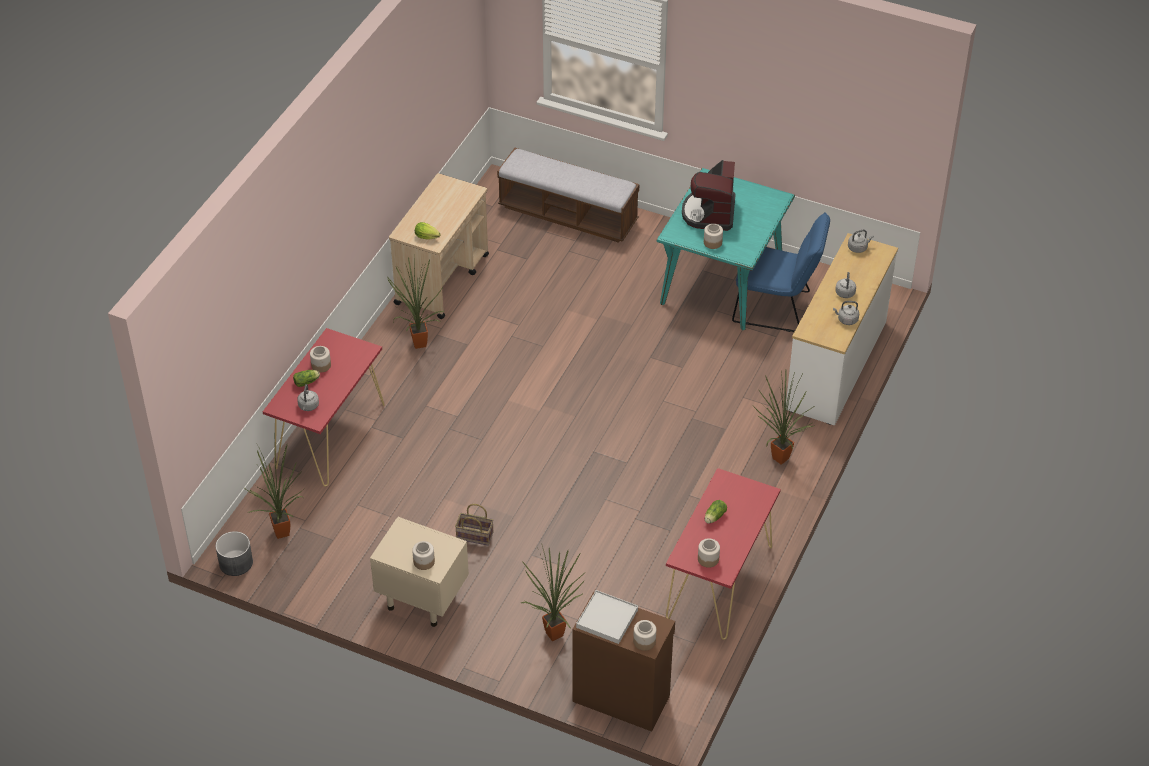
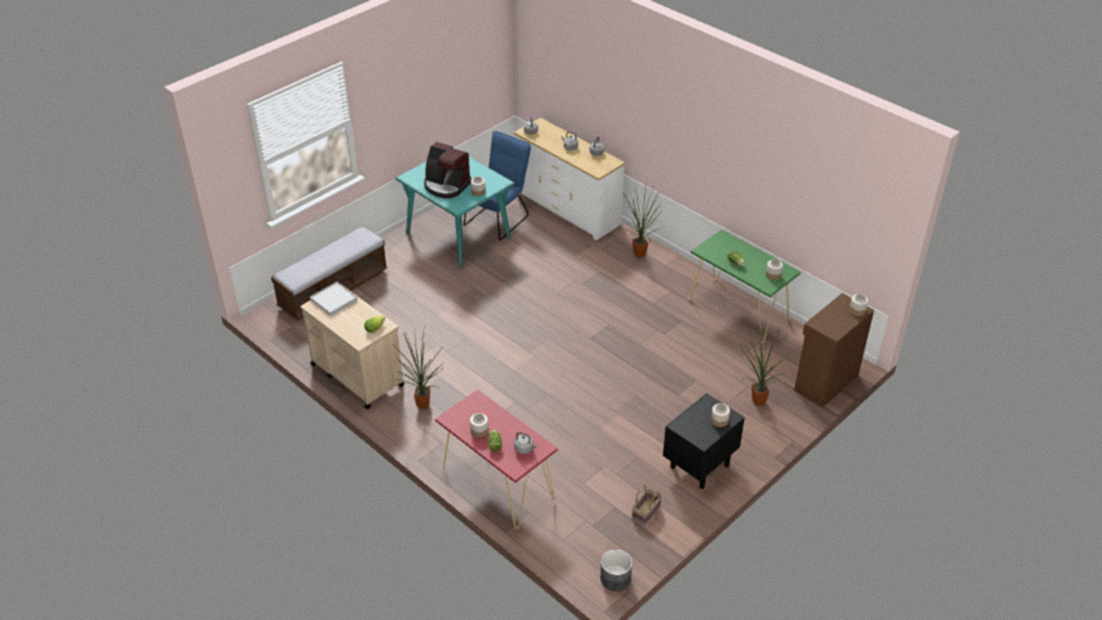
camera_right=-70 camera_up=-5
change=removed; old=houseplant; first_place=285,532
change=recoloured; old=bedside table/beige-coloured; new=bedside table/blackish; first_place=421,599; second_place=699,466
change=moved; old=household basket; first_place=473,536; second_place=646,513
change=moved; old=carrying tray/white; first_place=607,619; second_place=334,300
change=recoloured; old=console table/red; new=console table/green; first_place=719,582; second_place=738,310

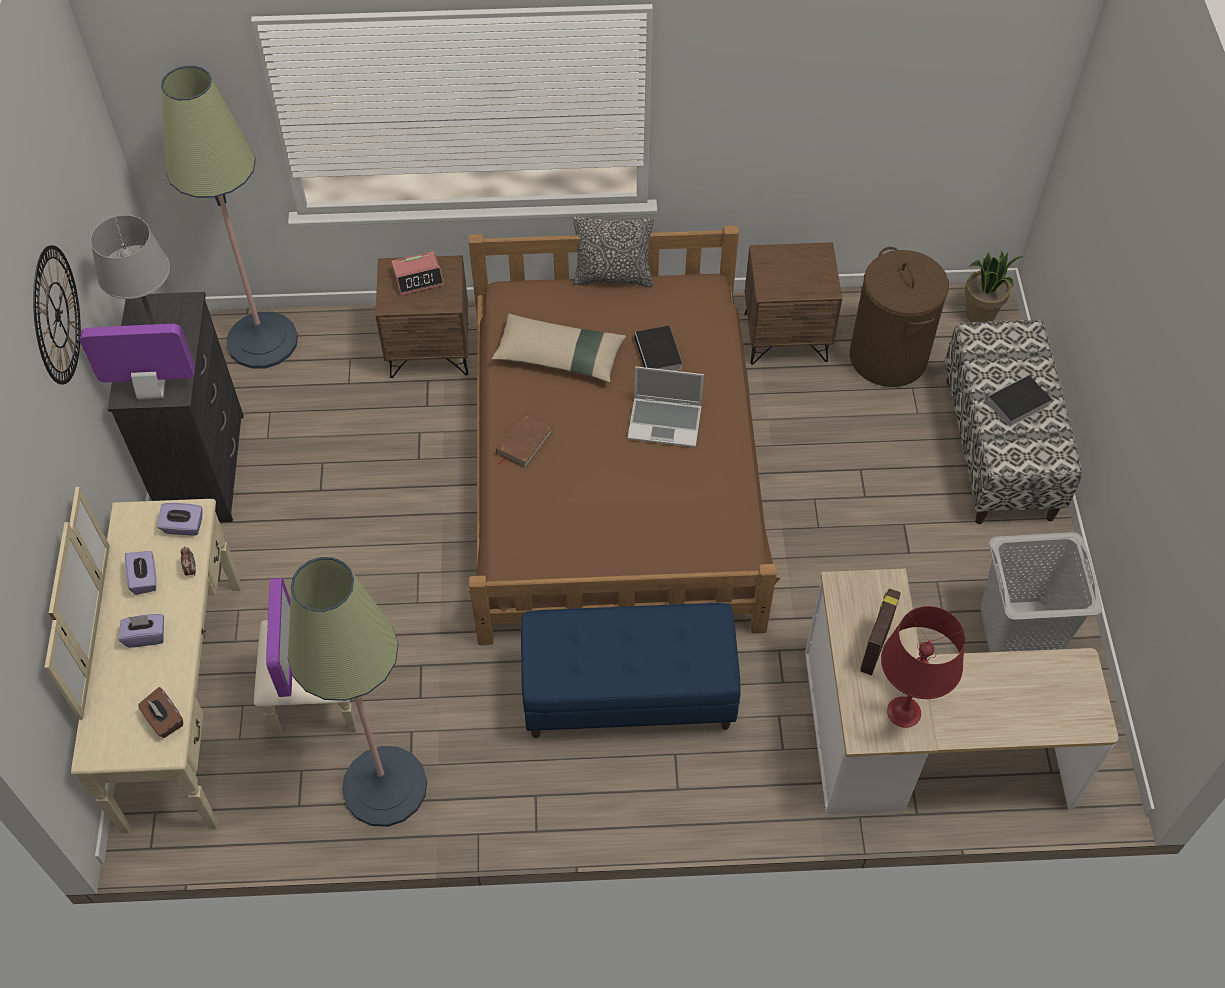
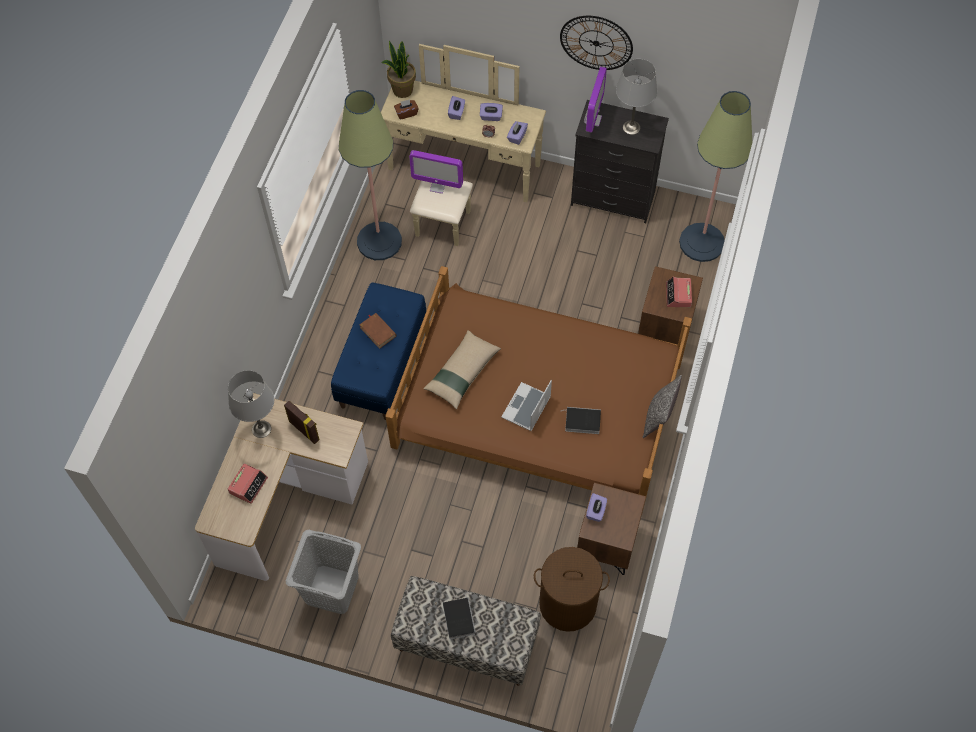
camera_right=110 camera_up=5
change=moved; old=throw pillow/beige-coloured; first_place=559,356; second_place=462,373
change=moved; old=bound book/brown-coloured; first_place=524,443; second_place=378,331
change=recoloured; old=tabletop lamp/red; new=tabletop lamp/greyish; first_place=904,712; second_place=261,429
change=moved; old=houseplant; first_place=980,314; second_place=402,90
change=added; new=table clock; second_place=248,485
change=added; new=tissue box/purple-coloured; second_place=596,511

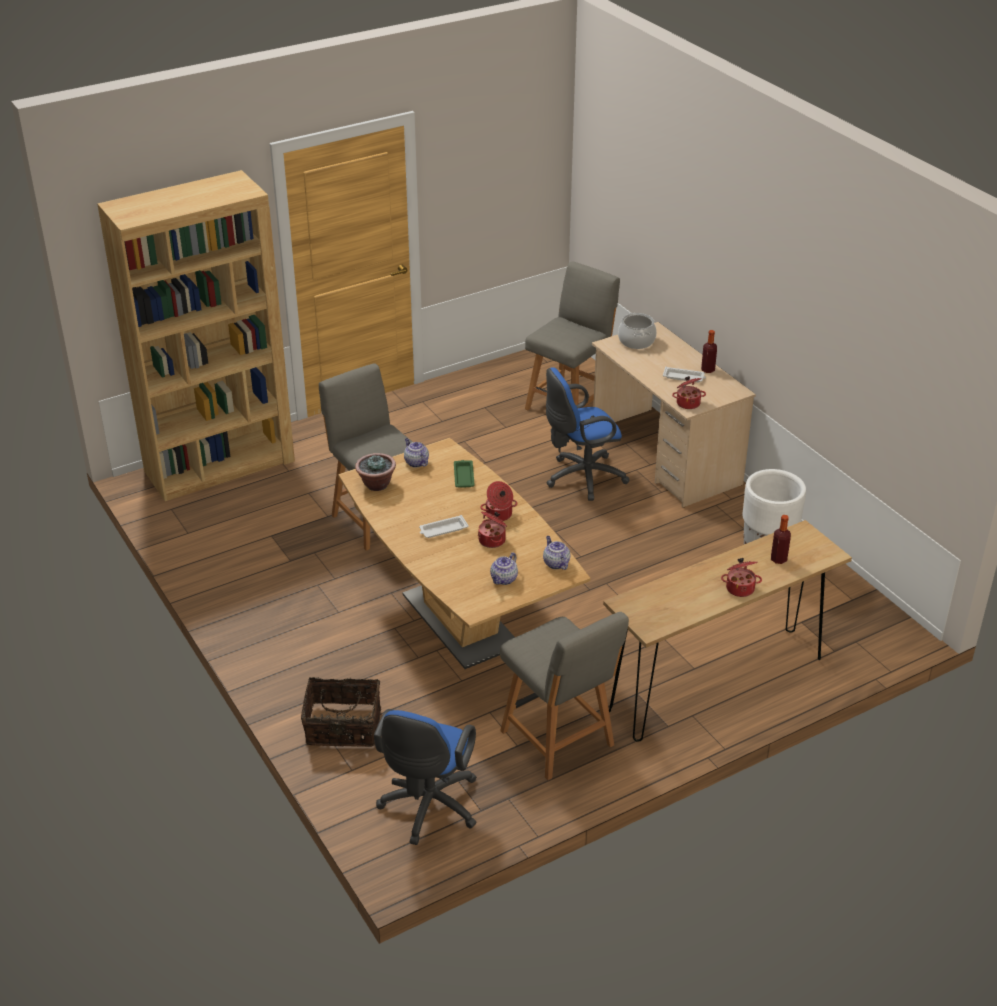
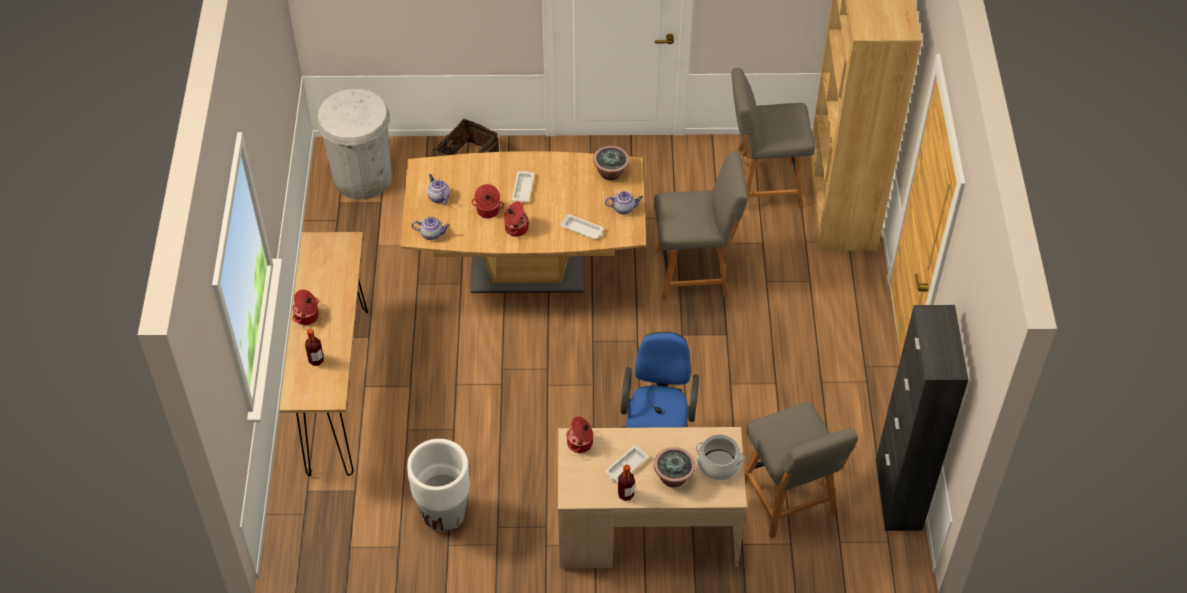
camera_right=120 camera_up=15
change=replaced; old=office chair/blue-coloured; new=waste bin/white; first_place=428,809; second_place=362,178
change=recoloured; old=carrying tray/green; new=carrying tray/white; first_place=464,476; second_place=583,229
change=moved; old=chair/greyish; first_place=559,741; second_place=763,185
change=added; new=houseplant; second_place=673,477
change=added; new=storage cabinet/blackish; second_place=898,495

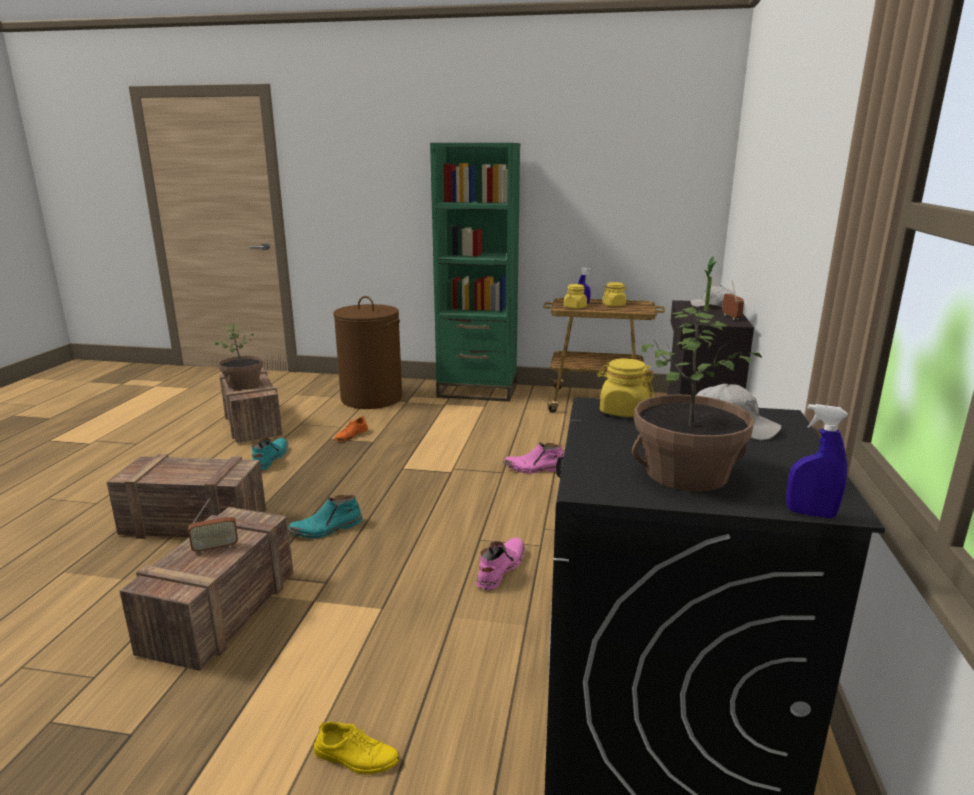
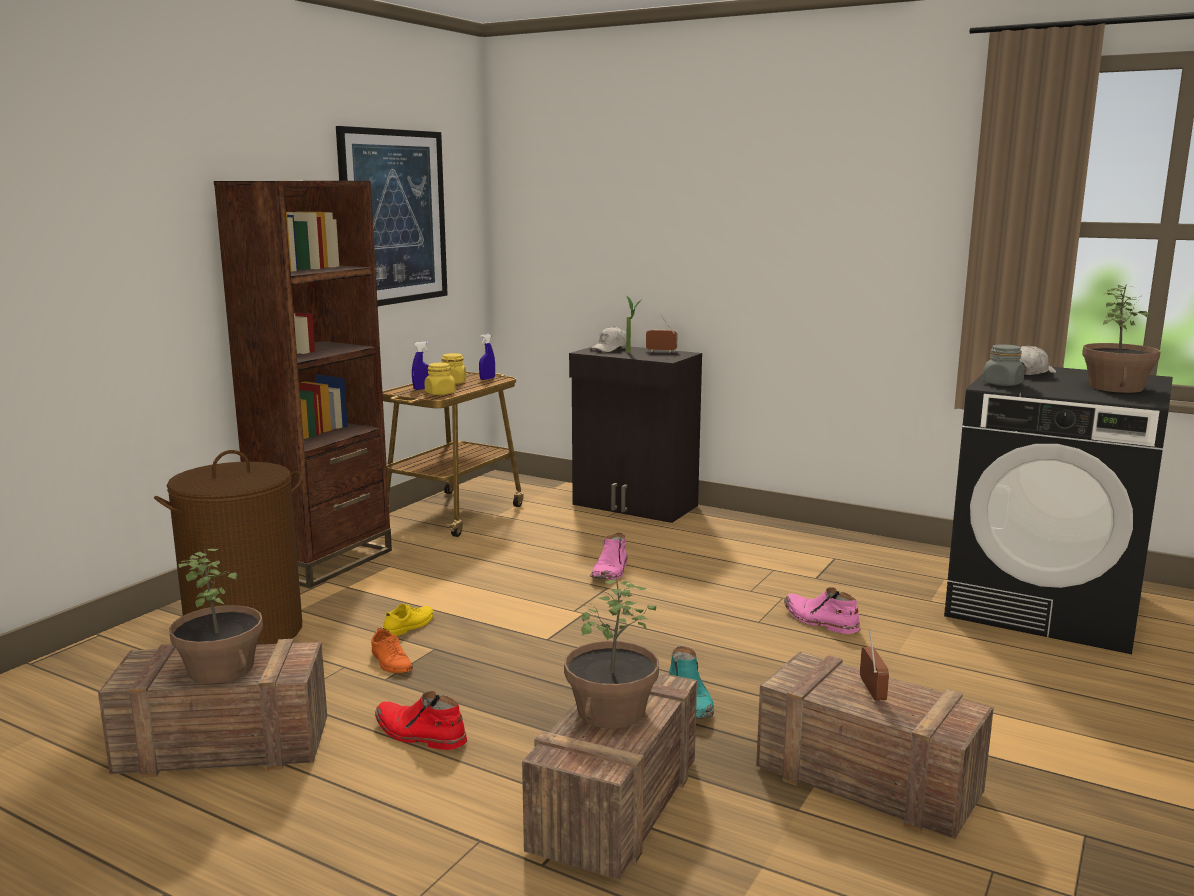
camera_right=-70 camera_up=-5
change=recoloured; old=tall boot/turquoise; new=tall boot/red; first_place=269,459; second_place=419,734
change=moved; old=shoe/yellow-coloured; first_place=356,757; second_place=409,625
change=recoloured; old=bookcase/green; new=bookcase/brown-coloured; first_place=477,391; second_place=323,561
change=recoloured; old=preserve jar/yellow-coloured; new=preserve jar/greyish; first_place=623,411; second_place=1002,384
change=moved; old=hand sprayer/blue-coloured; first_place=810,513; second_place=487,379
change=added; new=wall art; second_place=394,217
change=added; new=houseplant; second_place=610,710

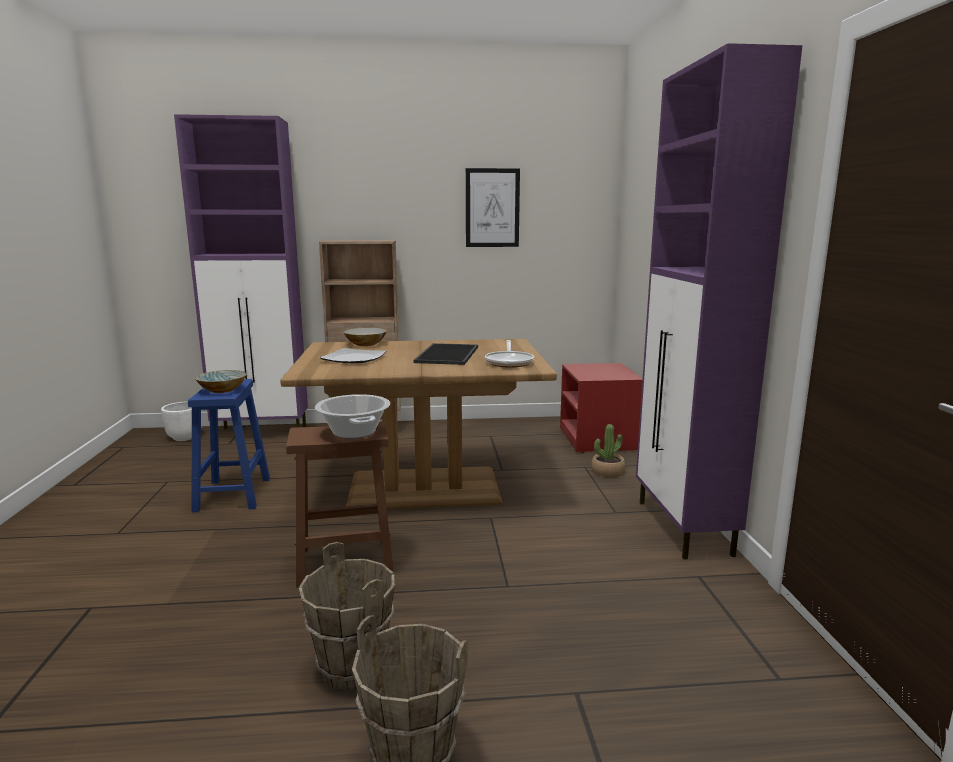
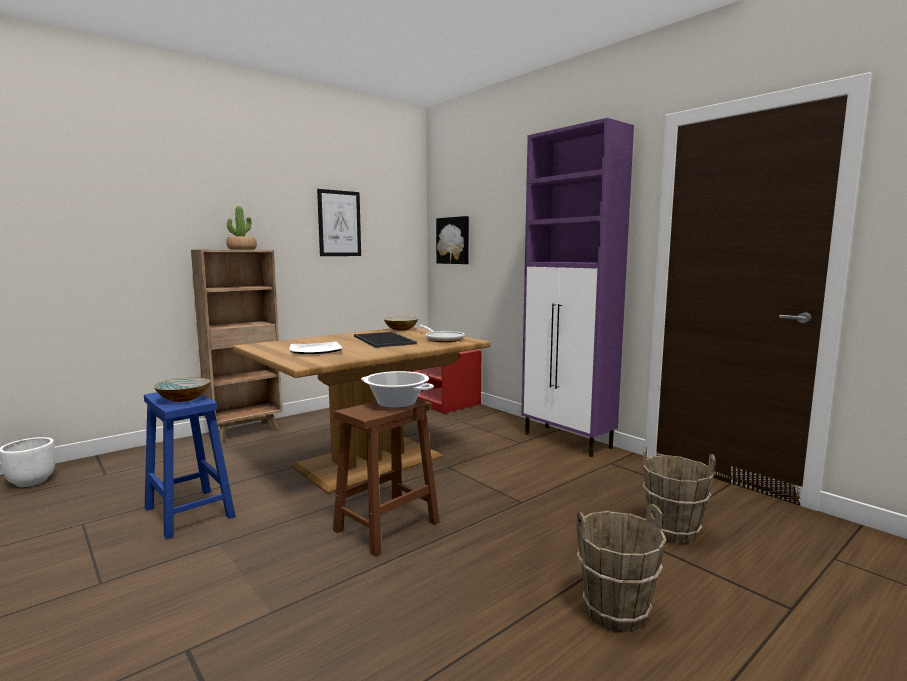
camera_right=-35 camera_up=-5
change=removed; old=storage cabinet/purple-coloured; first_place=263,432
change=moved; old=bucket/brown-coloured; first_place=351,668; second_place=673,532
change=moved; old=deep dish; first_place=365,344; second_place=400,329
change=moved; old=houseplant; first_place=607,471; second_place=242,249
change=added; new=wall art; second_place=453,240

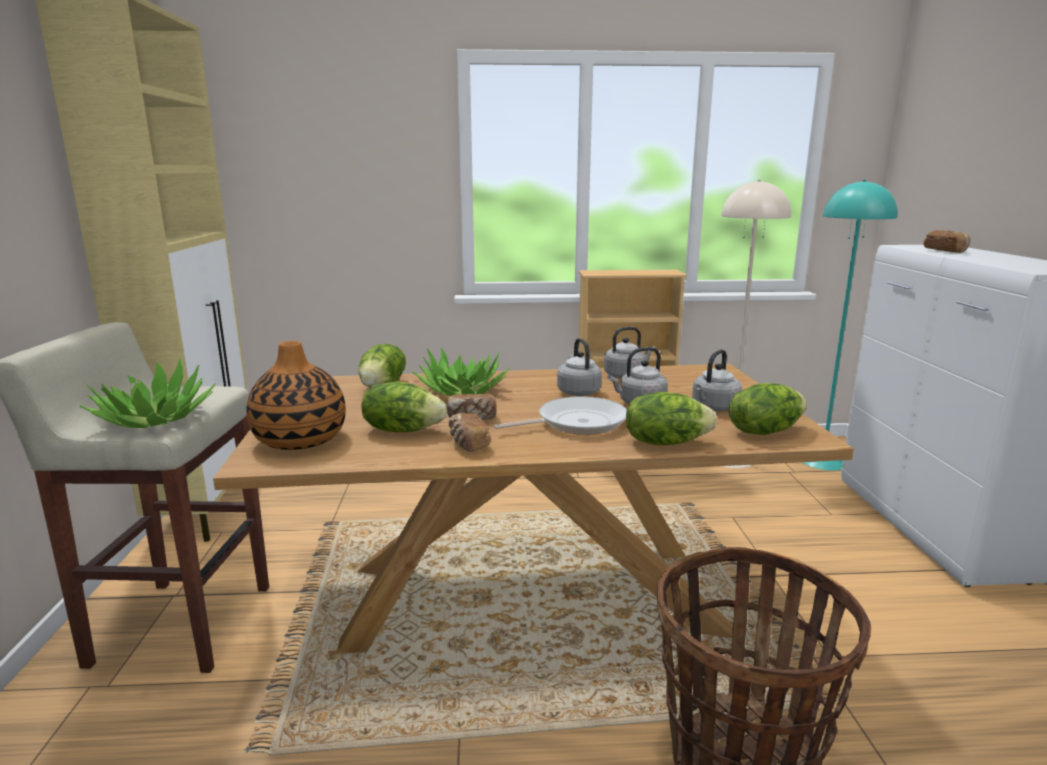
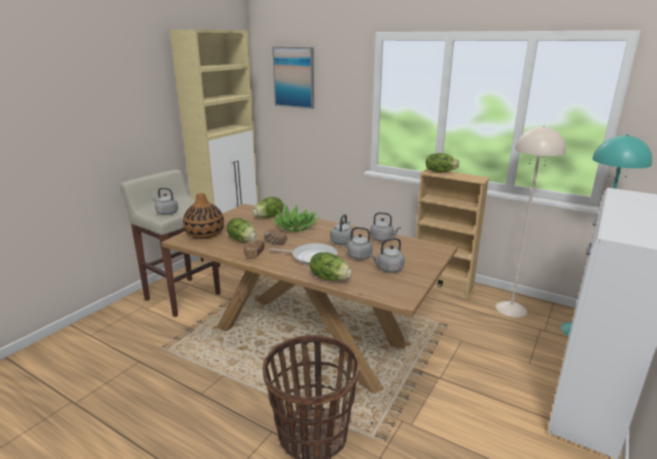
camera_right=35 camera_up=5
change=replaced; old=houseplant; new=kettle/greyish; first_place=154,418; second_place=166,213
change=moved; old=head of lettuce; first_place=764,431; second_place=440,172
change=removed; old=baked bread; first_place=945,251
change=added; new=wall art; second_place=294,77

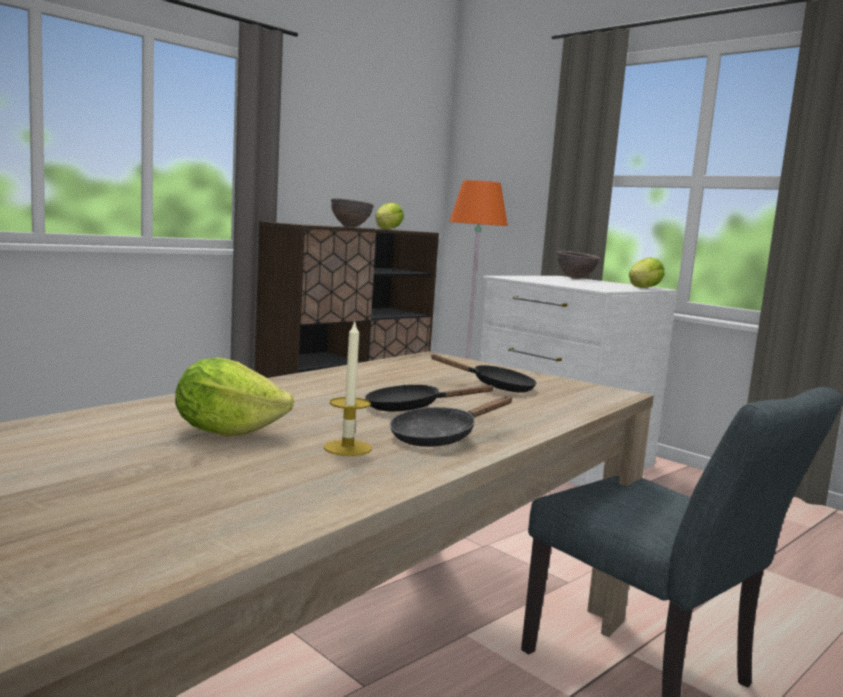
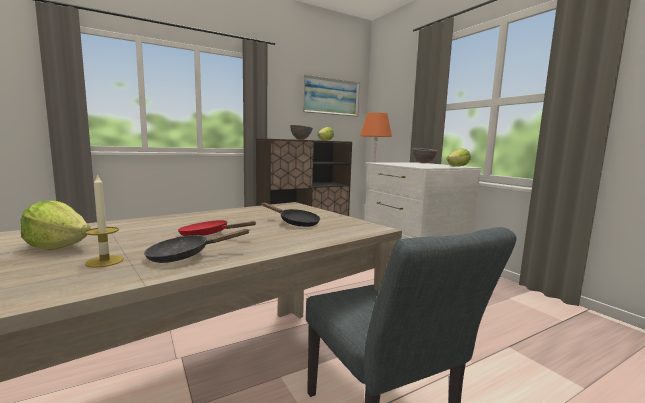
camera_right=15 camera_up=0
change=recoloured; old=skillet/blackish; new=skillet/red; first_place=410,409; second_place=209,235
change=added; new=wall art; second_place=331,97

